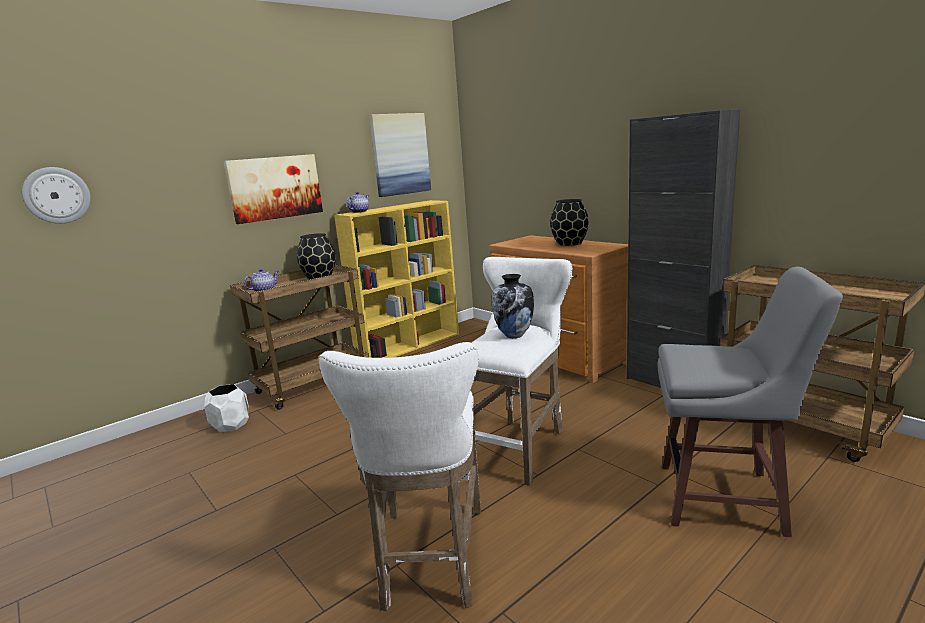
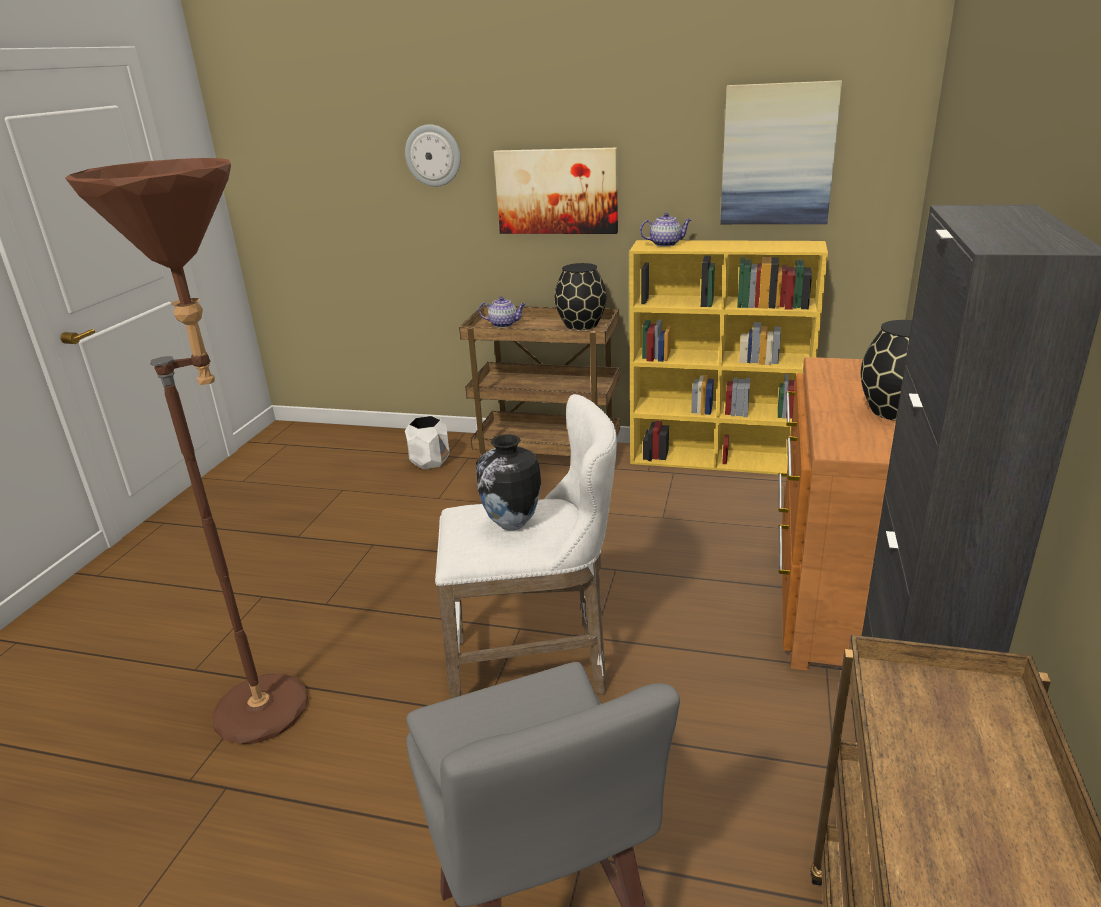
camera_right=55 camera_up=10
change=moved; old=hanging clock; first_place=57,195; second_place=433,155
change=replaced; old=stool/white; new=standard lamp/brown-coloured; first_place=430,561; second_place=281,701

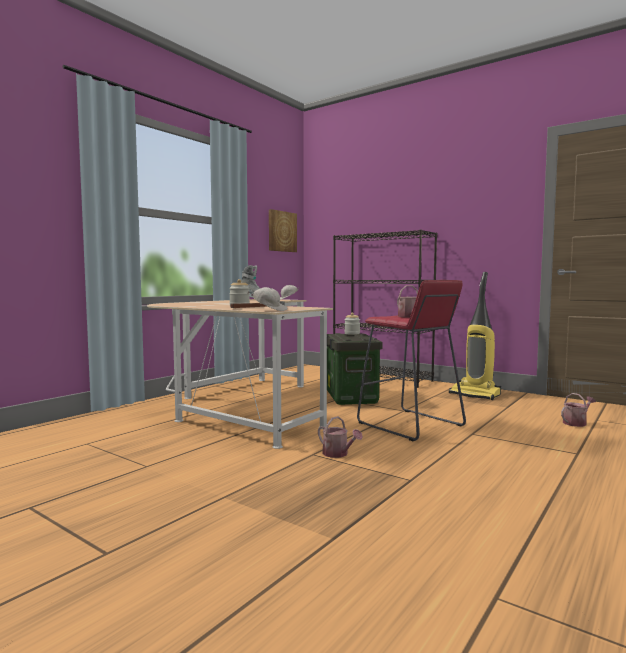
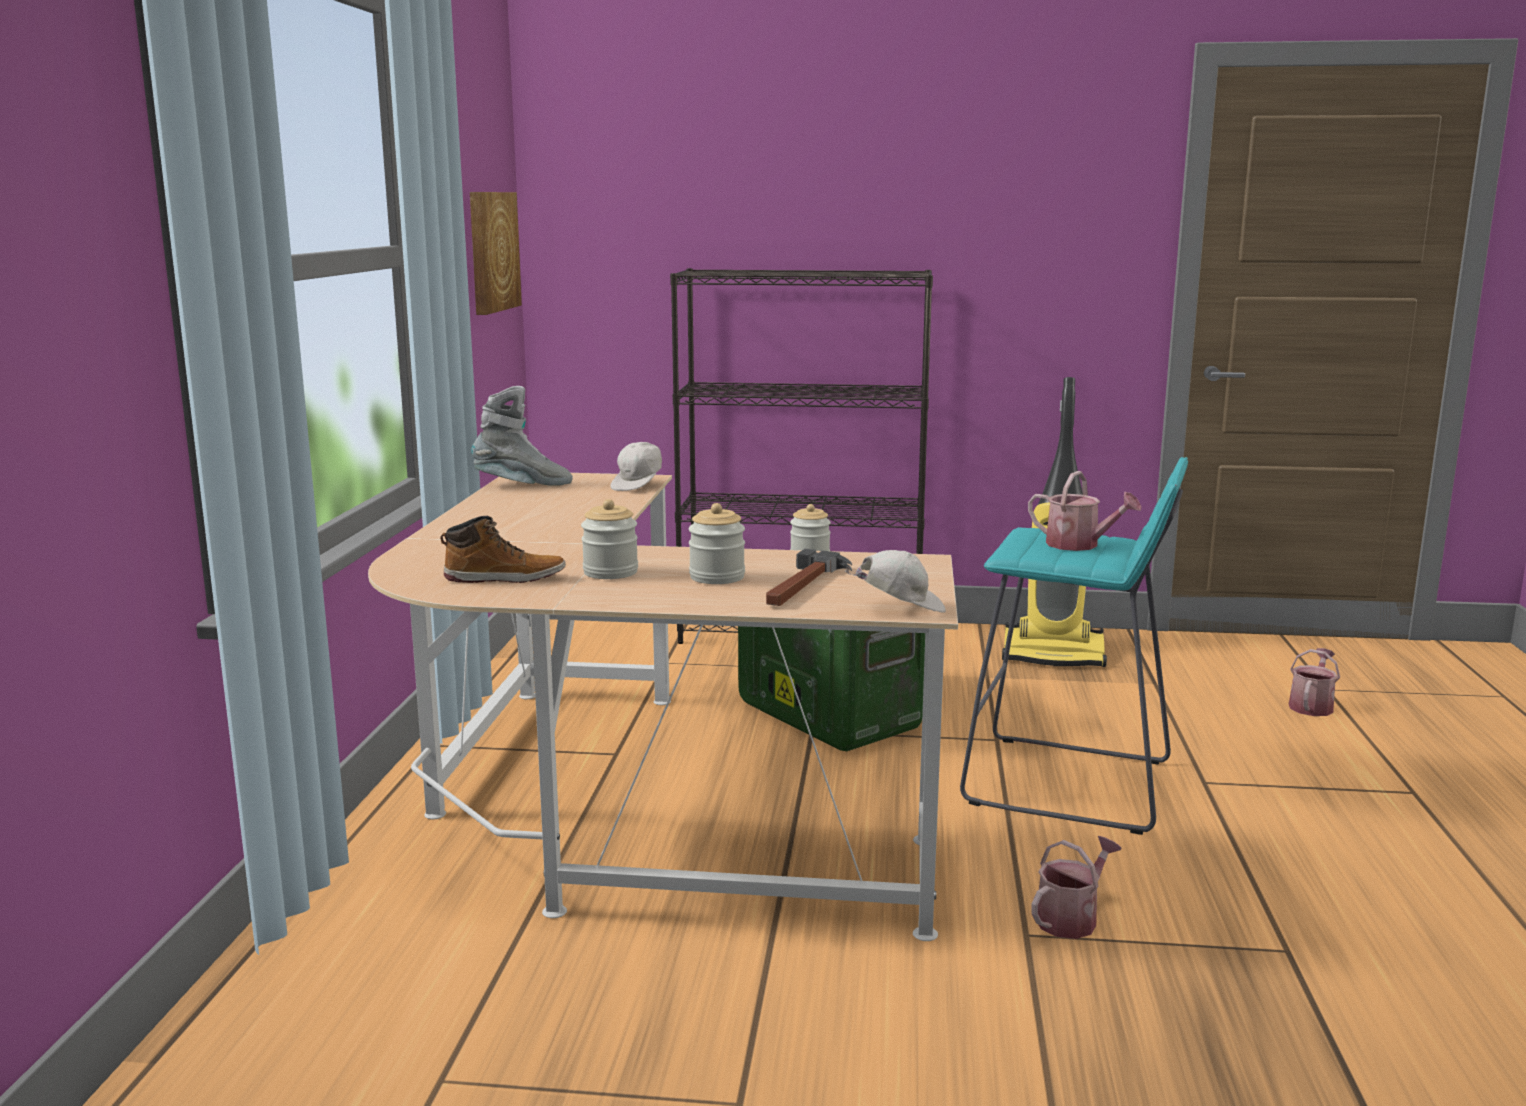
camera_right=-30 camera_up=10
change=turned; old=watering pot; first_place=338,454; second_place=1071,918; degrees=-60
change=recoloured; old=stool/red; new=stool/turquoise; first_place=410,425; second_place=1069,784
change=added; new=tall boot; second_place=505,578
change=added; new=preserve jar; second_place=610,572

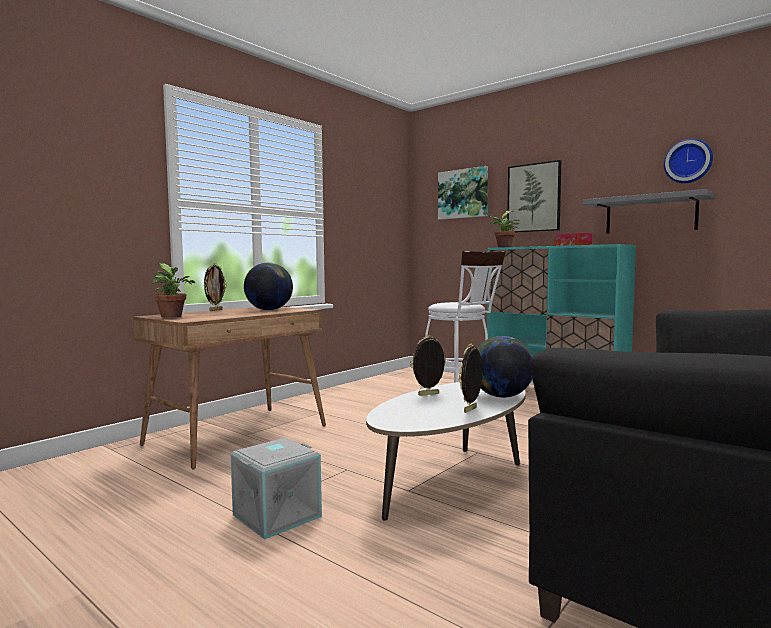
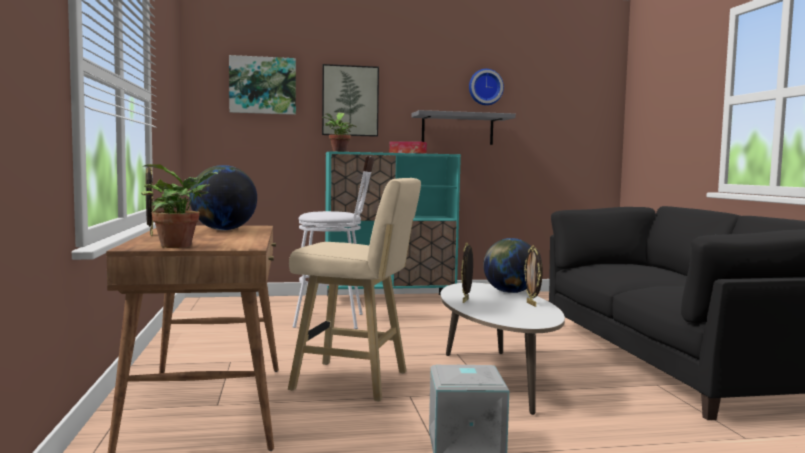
camera_right=-50 camera_up=0
change=added; new=stool/beige-coloured; second_place=355,382

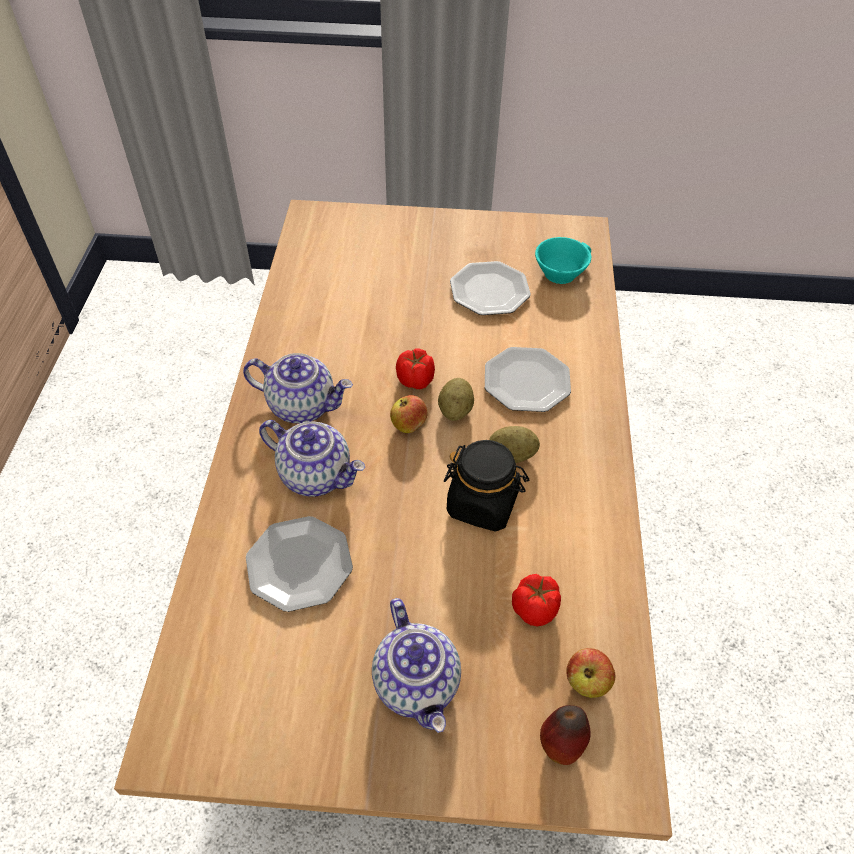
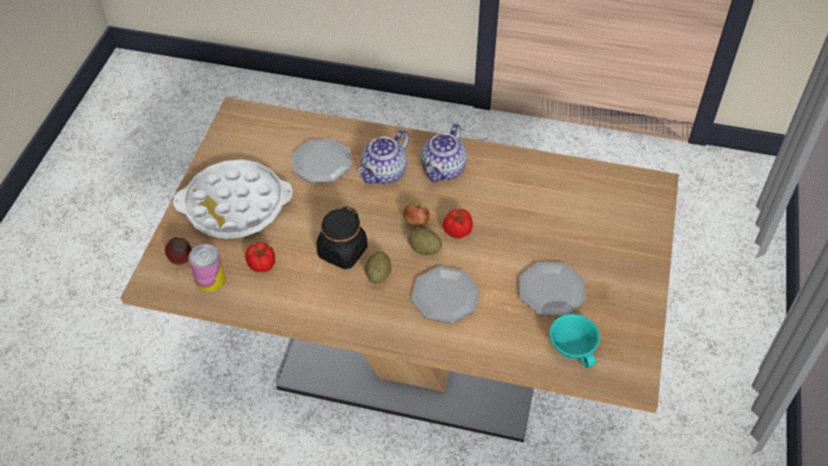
camera_right=100 camera_up=0
change=replaced; old=pot for tea; new=carrying tray/white; first_place=418,684; second_place=235,206
change=replaced; old=apple; new=metal can; first_place=587,681; second_place=210,280

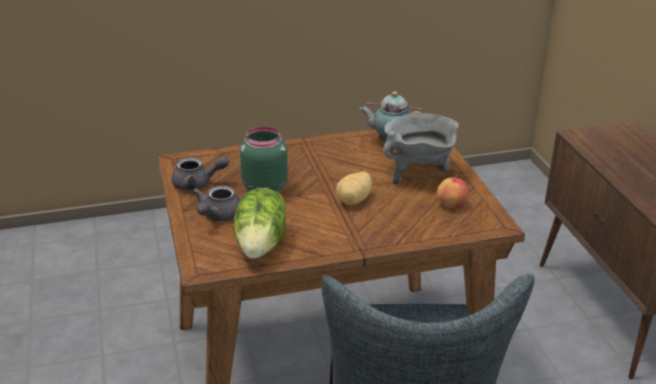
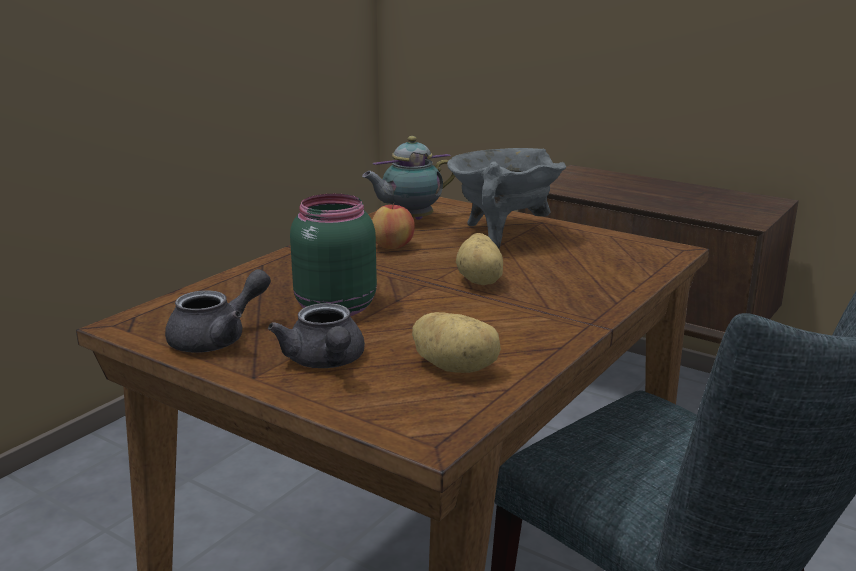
camera_right=-40 camera_up=-10
change=replaced; old=head of lettuce; new=potato; first_place=261,244; second_place=456,368
change=moved; old=apple; first_place=451,204; second_place=392,247

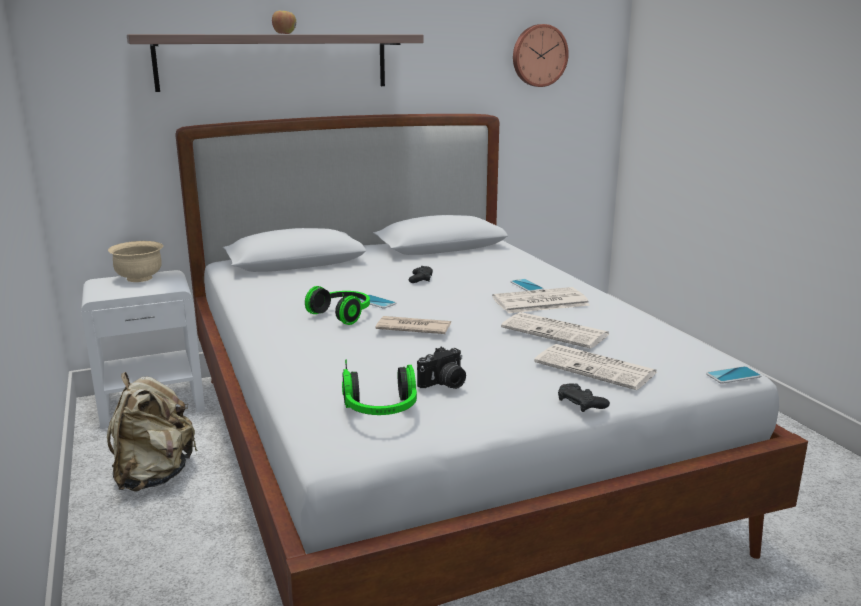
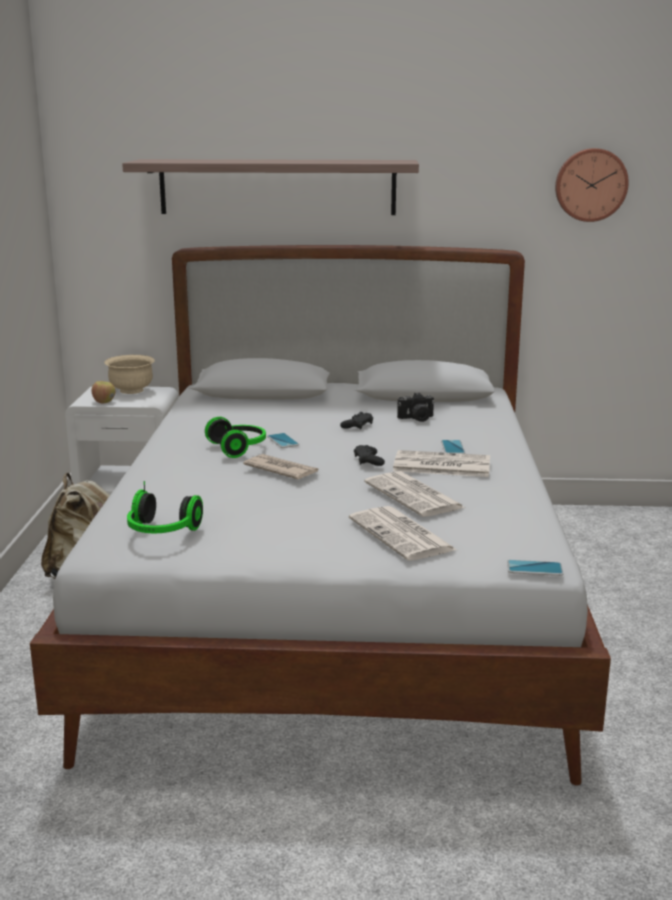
camera_right=25 camera_up=0
change=moved; old=apple; first_place=285,34; second_place=104,402
change=moved; old=still camera; first_place=444,384; second_place=417,419
change=moved; old=game controller/blackish; first_place=581,403; second_place=368,460

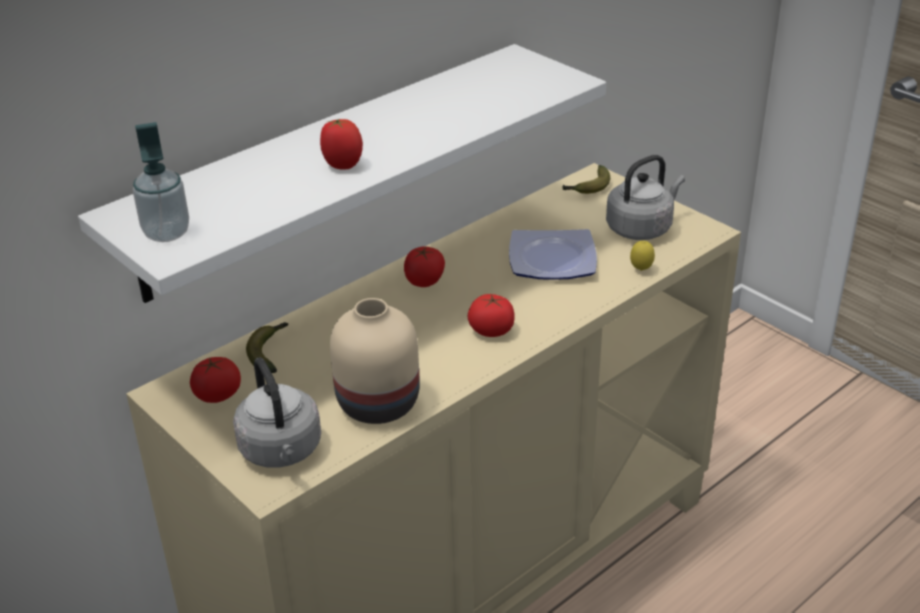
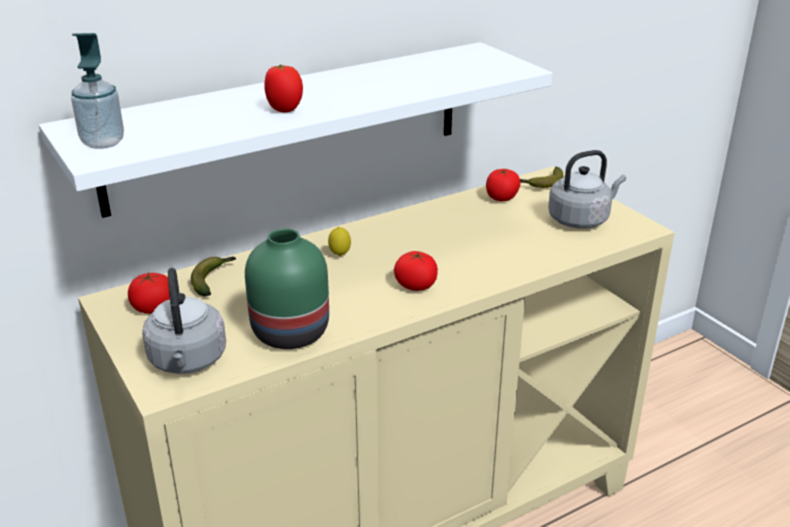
camera_right=10 camera_up=-5
change=recoloured; old=flower vase/beige-coloured; new=flower vase/green; first_place=380,404; second_place=292,333
change=moved; old=whole tomato; first_place=424,281; second_place=501,198
change=removed; old=dinner plate; first_place=554,261
change=moved; old=lemon; first_place=641,270; second_place=340,255

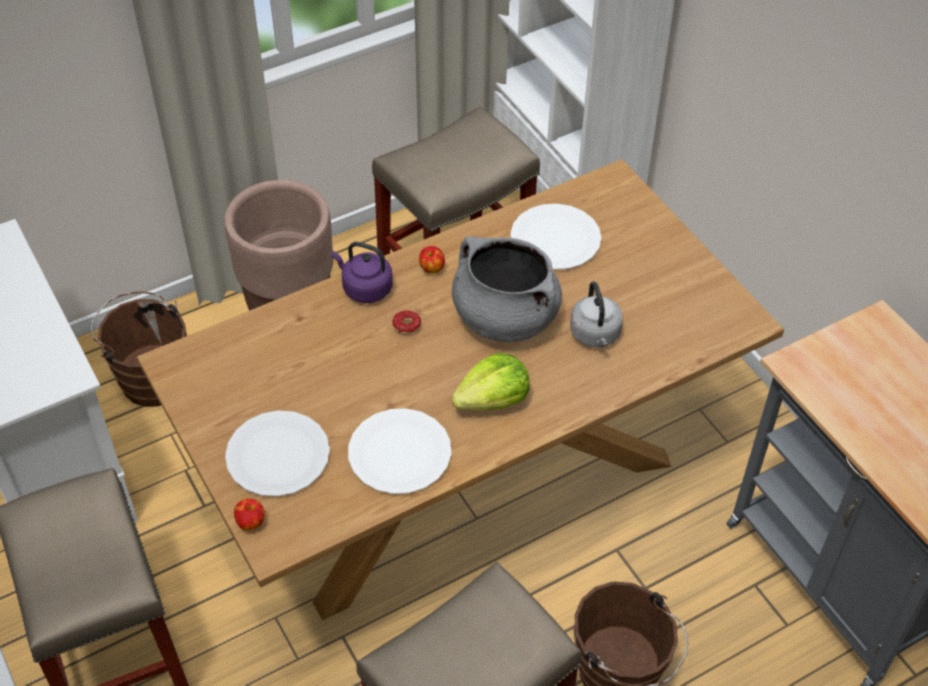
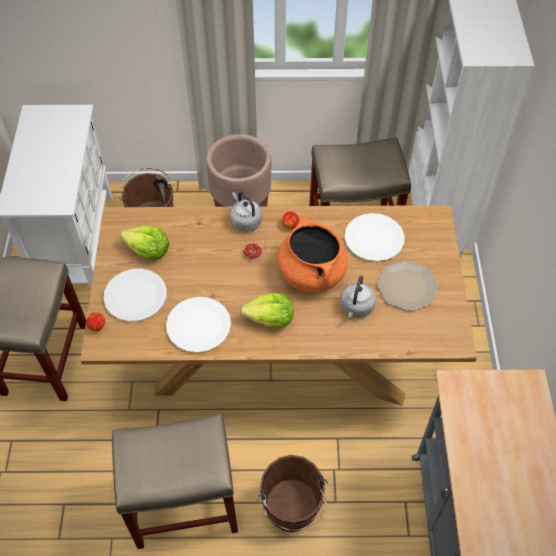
camera_right=30 camera_up=5
change=recoloured; old=kettle/purple-coloured; new=kettle/greyish; first_place=365,288; second_place=245,221
change=recoloured; old=cooking pot/greyish; new=cooking pot/orangey; first_place=504,317; second_place=311,273
change=added; new=head of lettuce; second_place=148,251
change=added; new=dinner plate; second_place=407,286

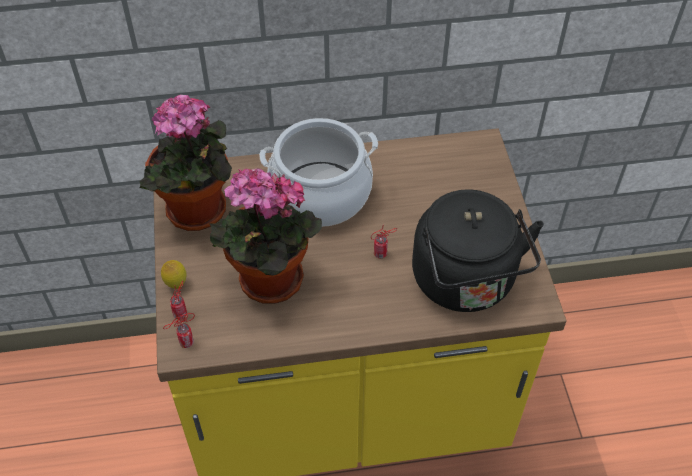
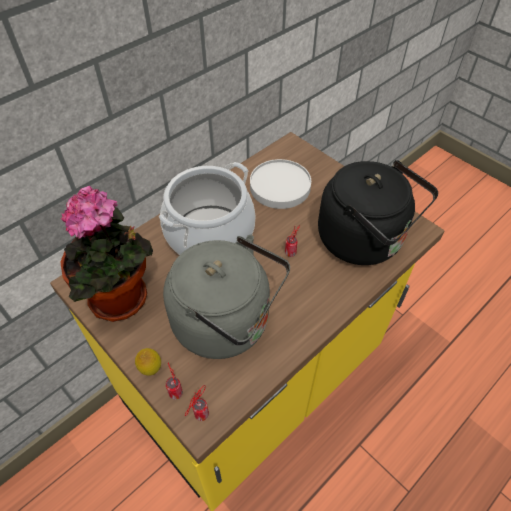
camera_right=-35 camera_up=0
change=replaced; old=houseplant; new=kettle/greyish; first_place=267,284; second_place=227,323
change=added; new=dinner plate/white; second_place=280,187

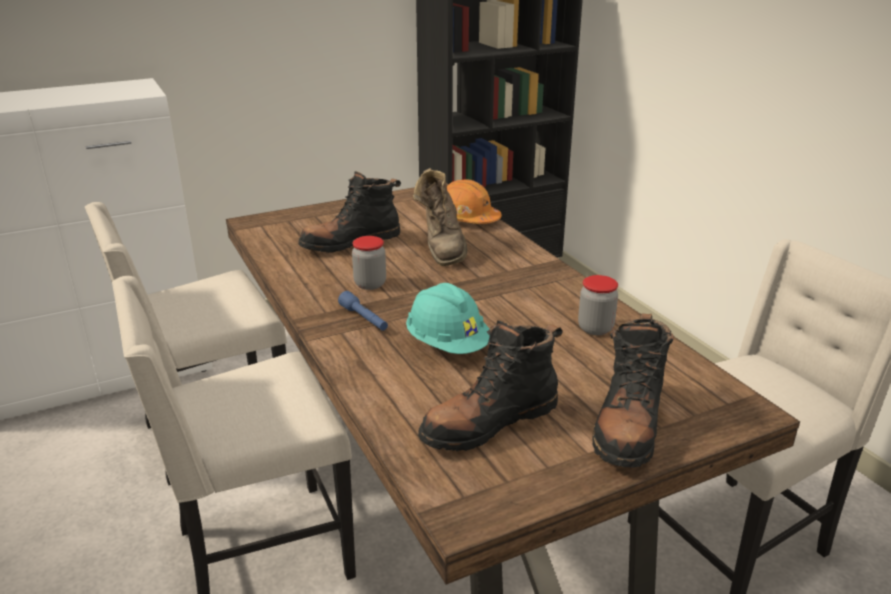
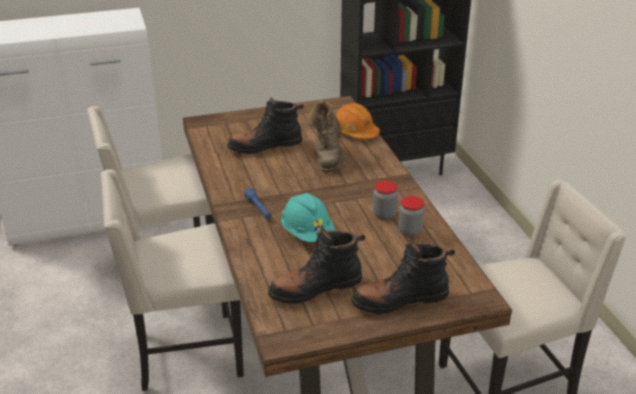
camera_right=10 camera_up=5
change=moved; old=preserve jar; first_place=370,284; second_place=384,215
change=turned; old=tall boot/blackish; first_place=628,426; second_place=400,300; degrees=45

